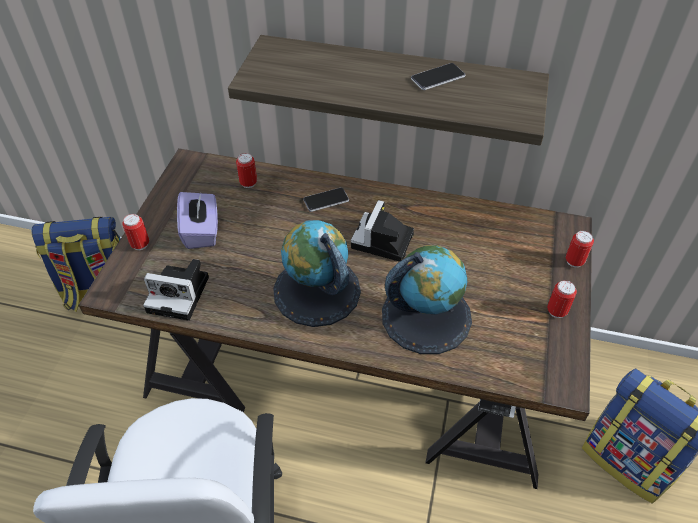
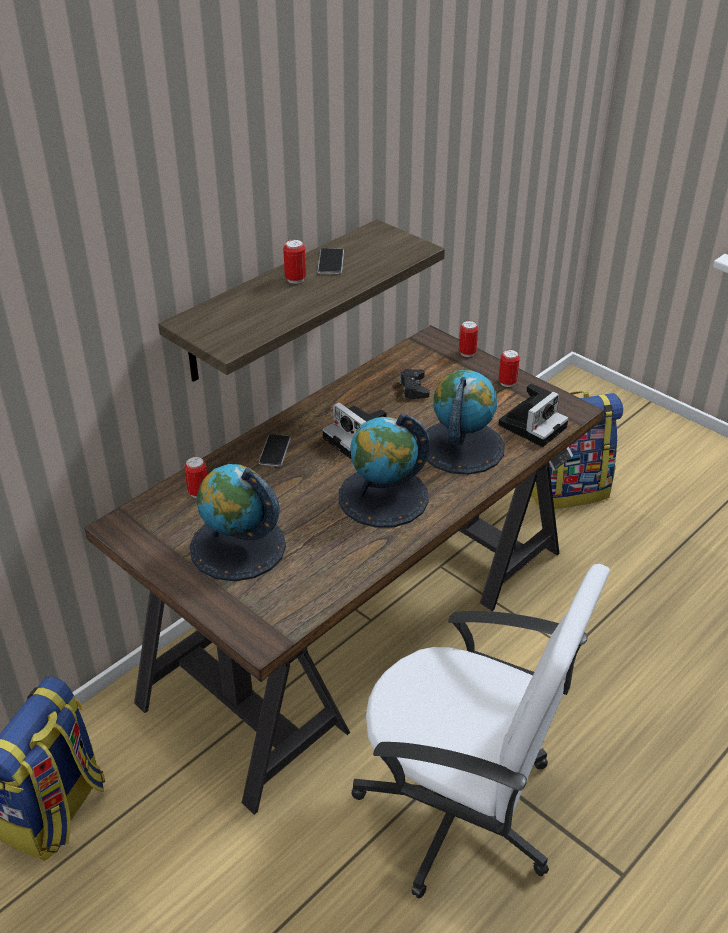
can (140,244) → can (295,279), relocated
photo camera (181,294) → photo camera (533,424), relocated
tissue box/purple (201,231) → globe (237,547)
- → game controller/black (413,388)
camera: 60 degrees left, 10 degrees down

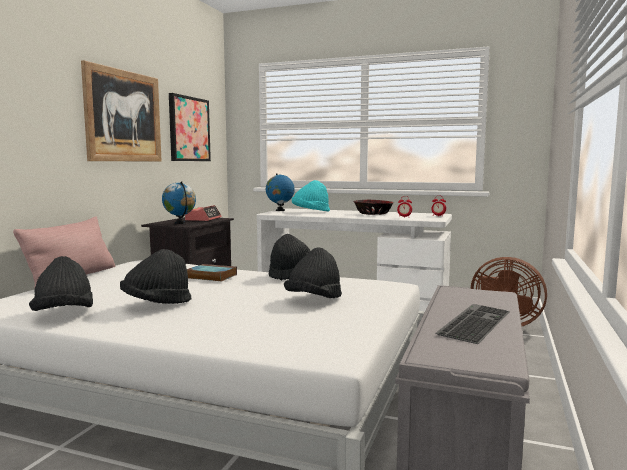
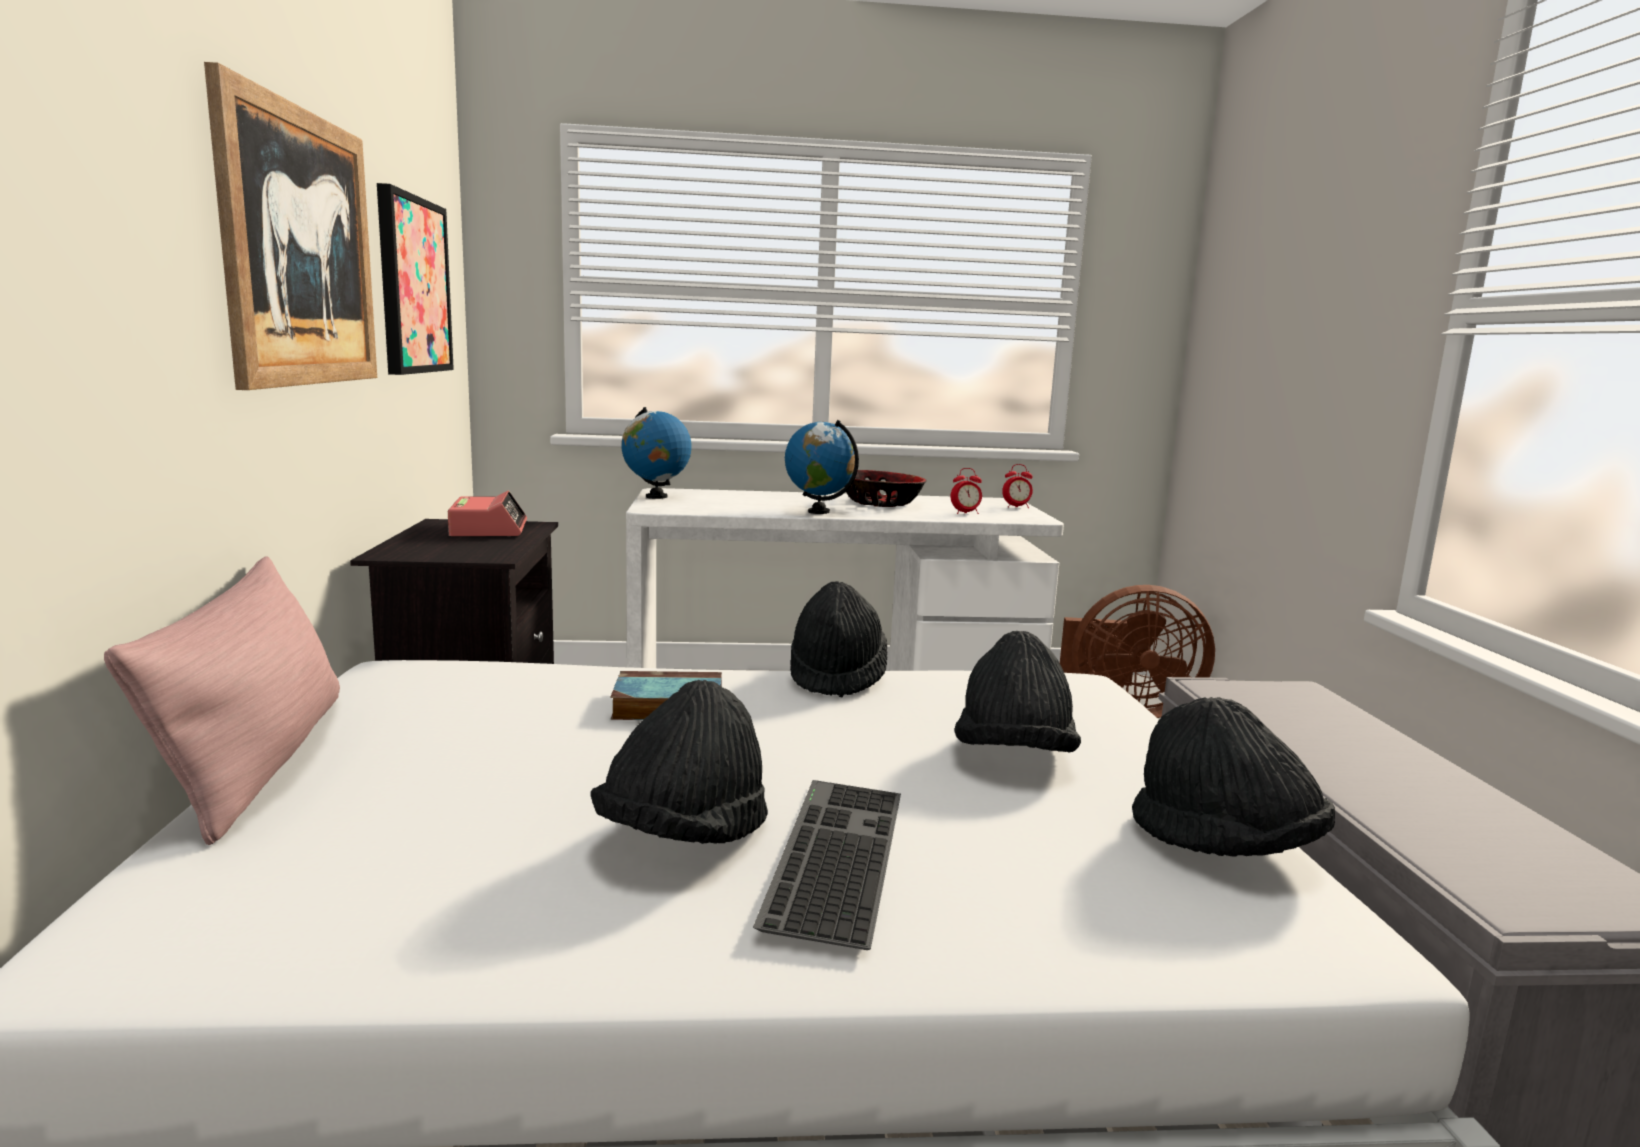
hat/black (64,314) → hat/black (1224,846), relocated
globe (180,223) → globe (819,512), relocated
hat/turquoise (310,212) → -
keyboard (473,322) → keyboard (831,852), relocated
camera: 25 degrees left, 5 degrees up

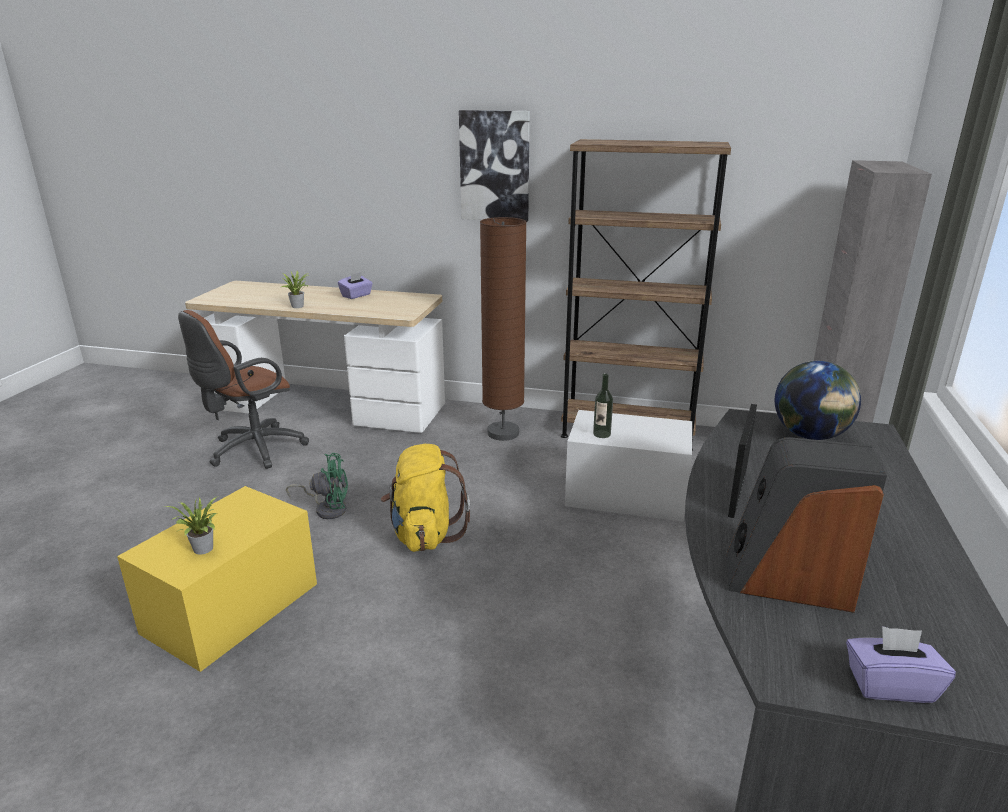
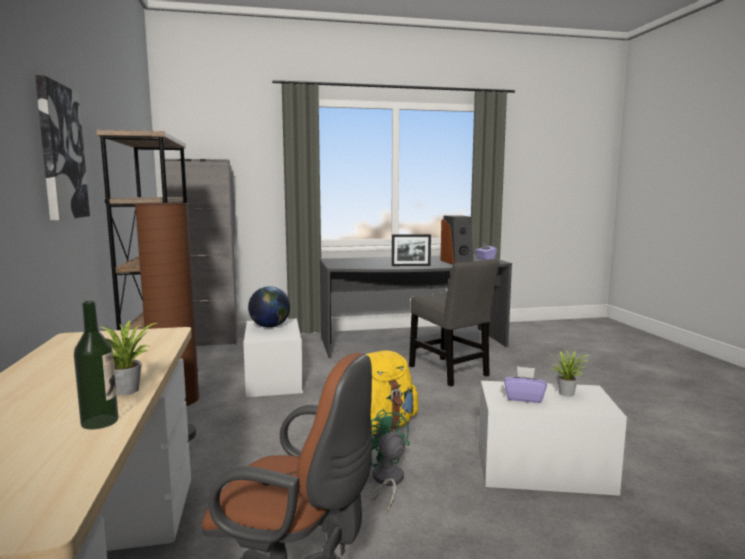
storage box/yellow (232,607) → storage box/white (542,469)
tissue box/purple (356,295) → tissue box/purple (524,398), relocated
bottle (601,434) → bottle (100,422), relocated
globe (810,435) → globe (270,326), relocated
- → chair/grey (450,372)
camera: 115 degrees left, 15 degrees down

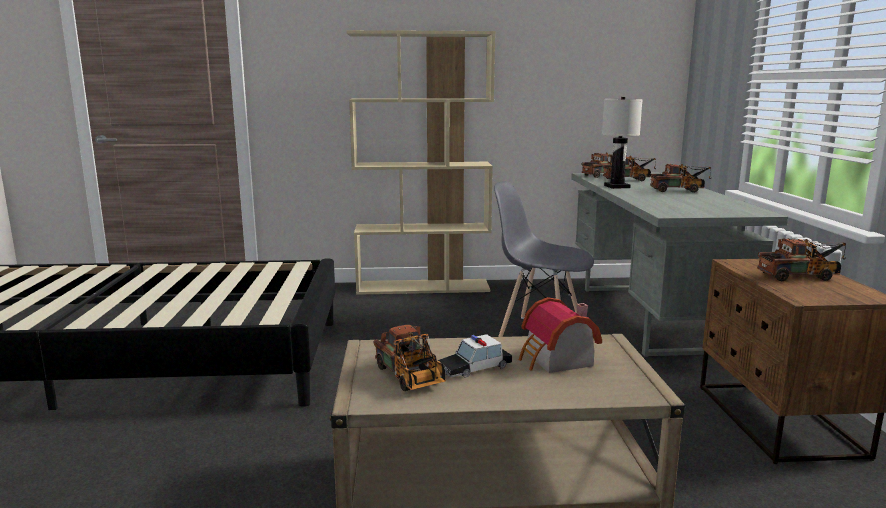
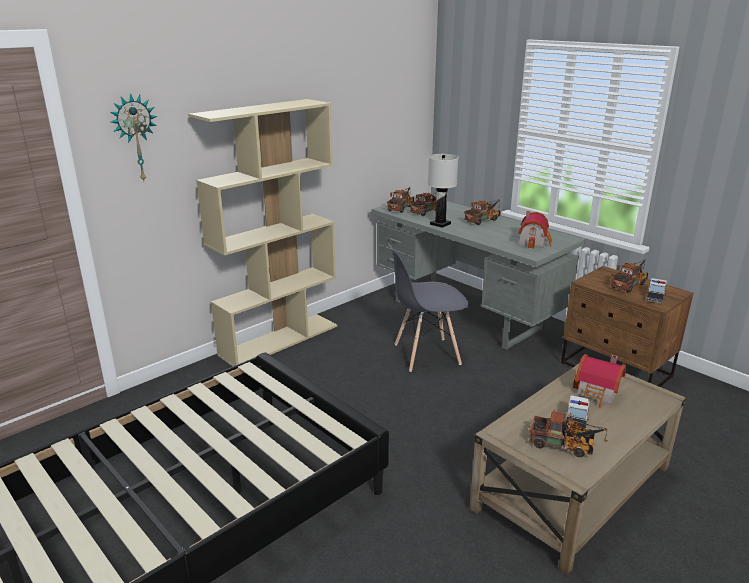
- → wall clock (135,138)
- → toy house (534,242)
- → toy car (655,296)
camera: 40 degrees left, 10 degrees up

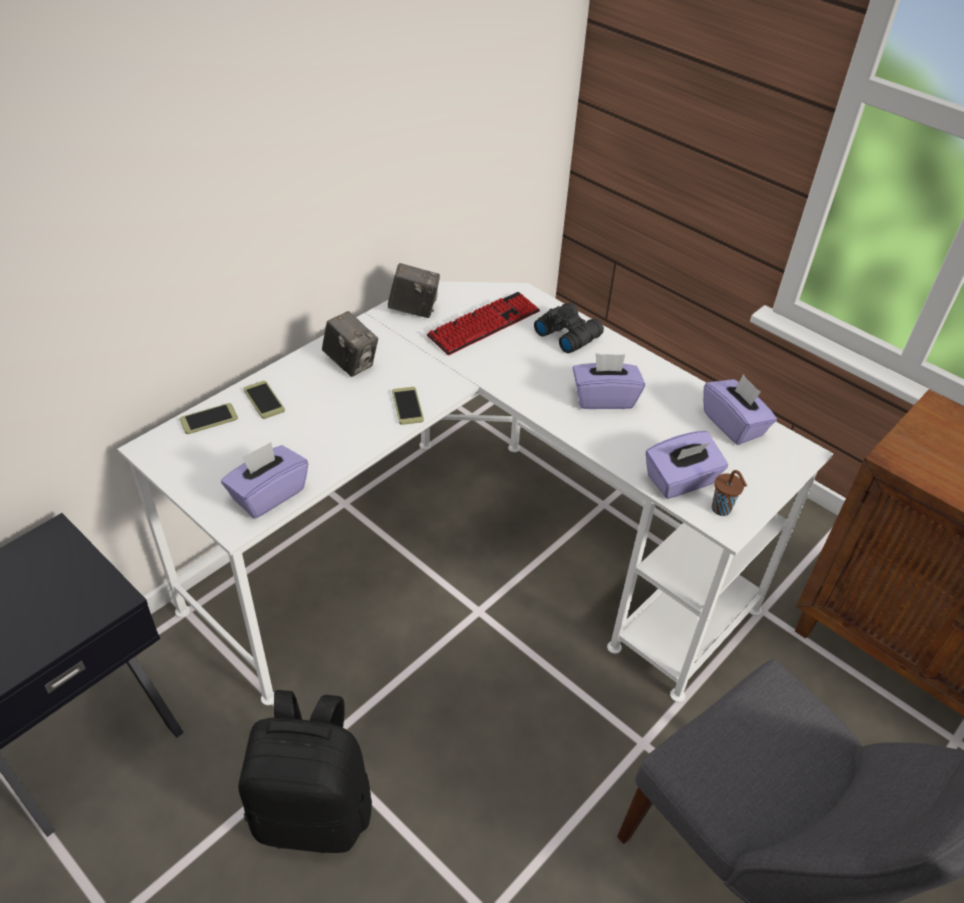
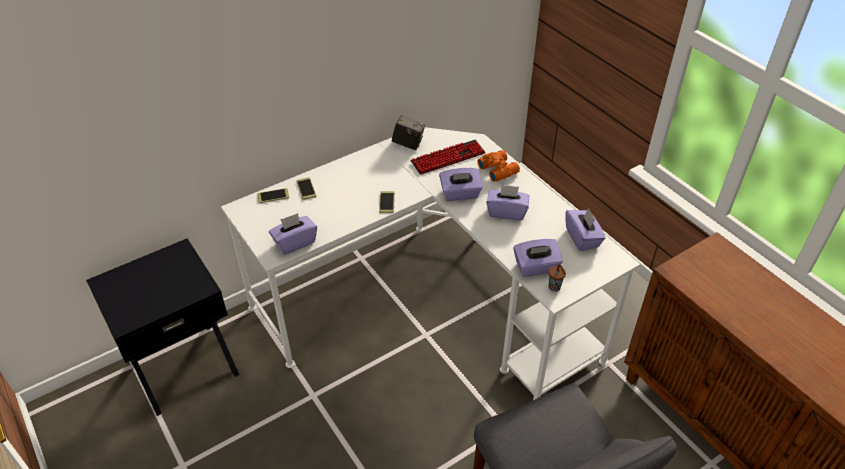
backpack/black (314,811) → -
photo camera (351,363) → -
binoculars/black (567,334) → binoculars/orange (498,169)
- → tissue box/purple (460,194)
camera: 15 degrees right, 0 degrees up

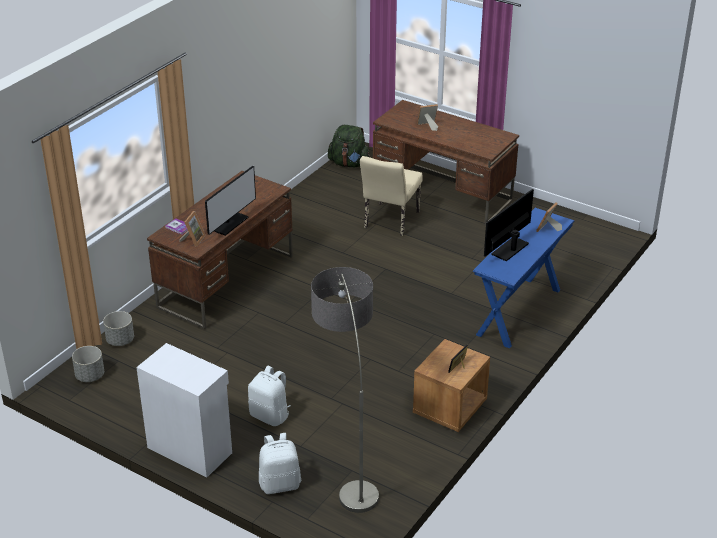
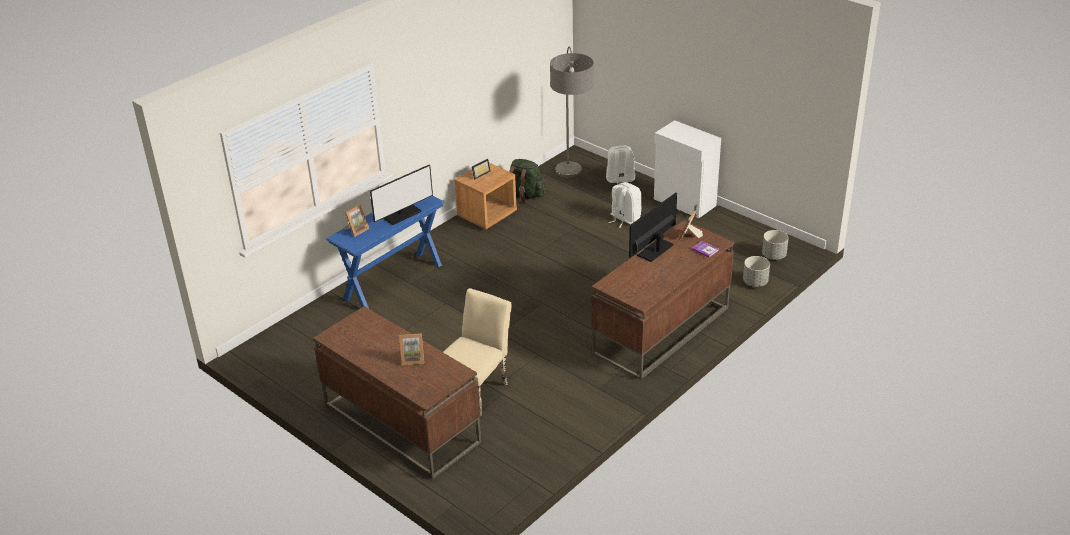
backpack/green (349,164) → backpack/green (525,195), relocated
camera: 170 degrees left, 0 degrees up

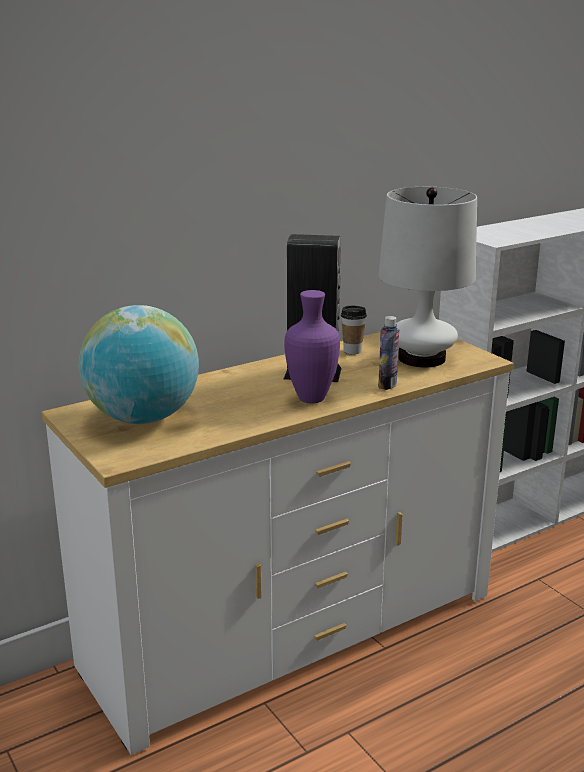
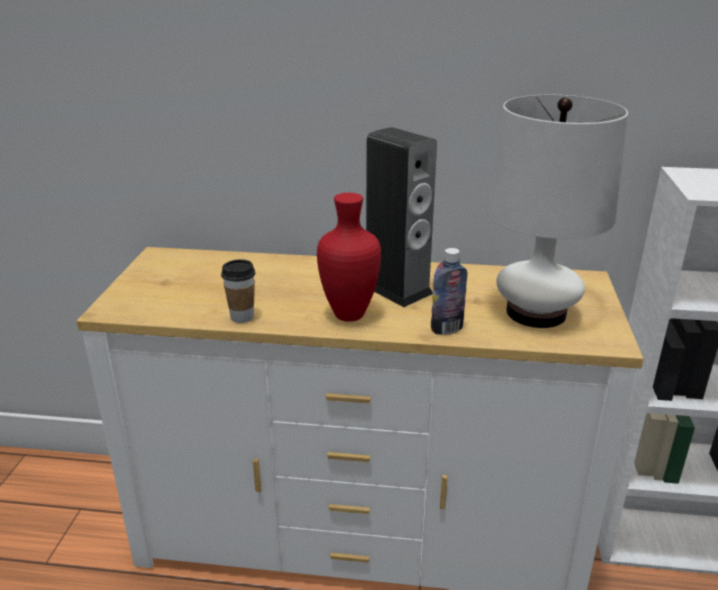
globe (143,418) → -
vase/purple (309,399) → vase/red (347,314)
cup (352,351) → cup (242,317), relocated
camera: 40 degrees right, 5 degrees up

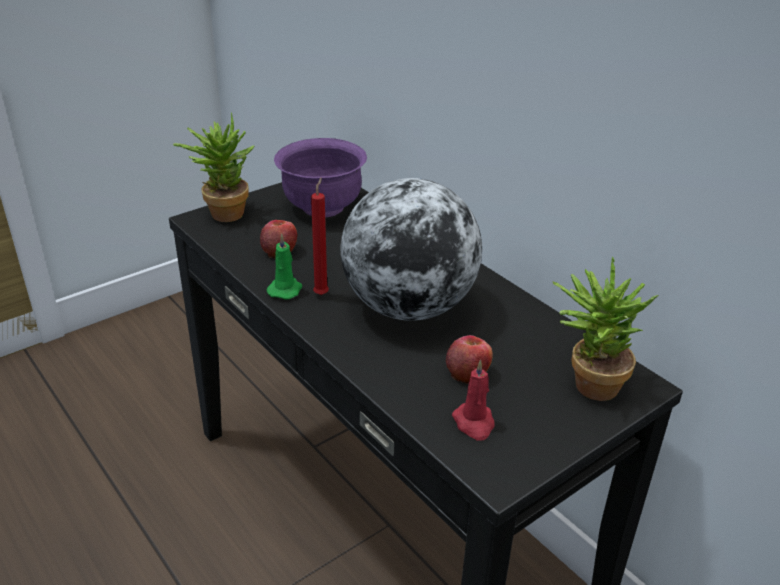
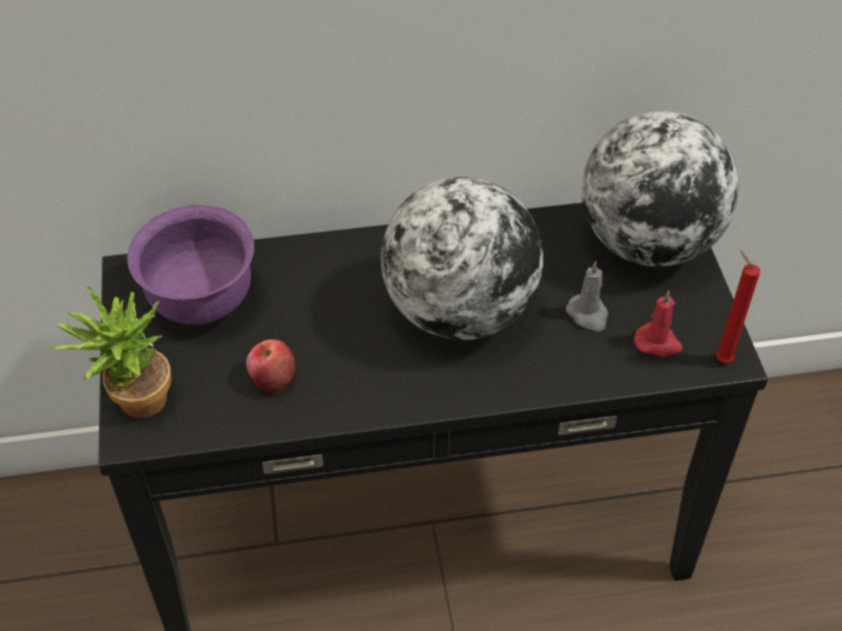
candle/green (285,289) → -
candle/red (322,293) → candle/red (721,358), relocated
apple (467,373) → candle/grey (588,315)
potted plant (587,383) → globe (647,243)
camera: 60 degrees left, 15 degrees up

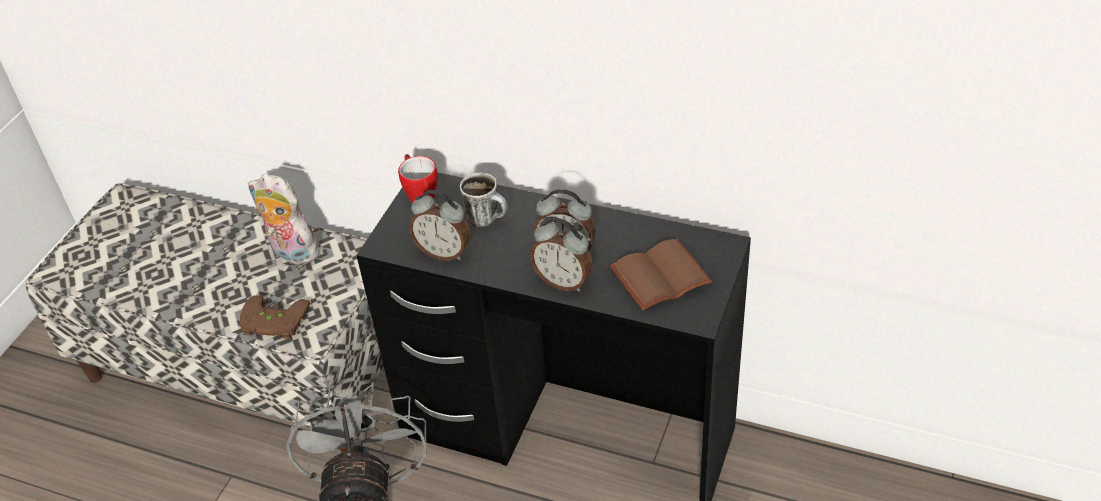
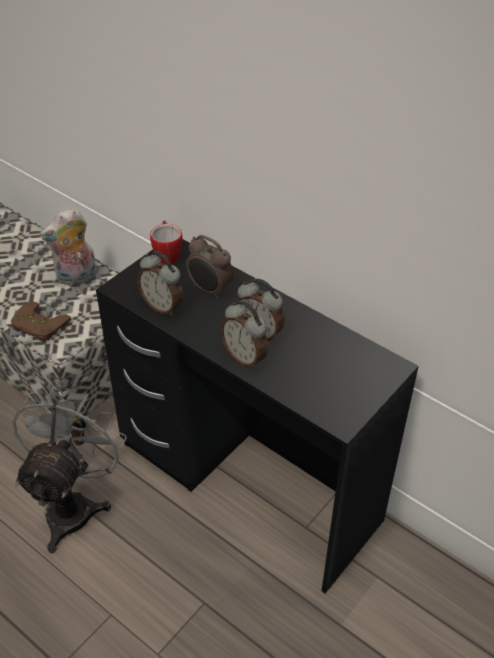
plush toy (291,253) → plush toy (76,277), 75 degrees counterclockwise
mug (488,219) → alarm clock (209,290)
book/brown (660,278) → -
camera: 15 degrees right, 0 degrees up

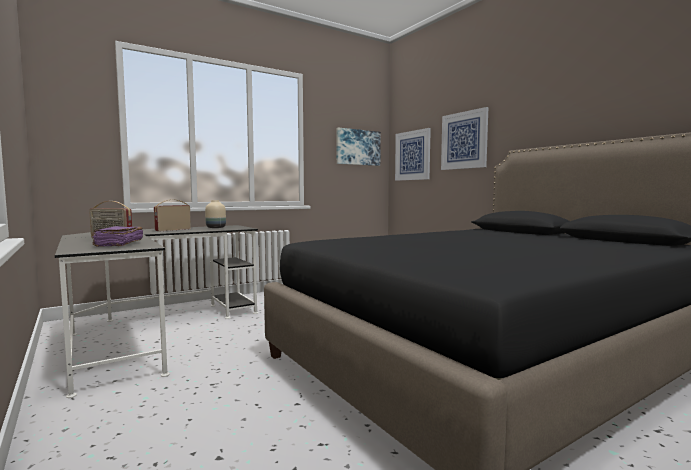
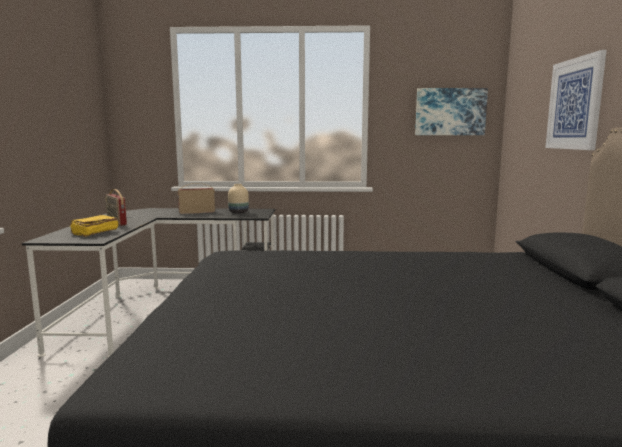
book/purple (118,244) → book/yellow (94,232)
picture (412,155) → -
camera: 35 degrees right, 5 degrees up

